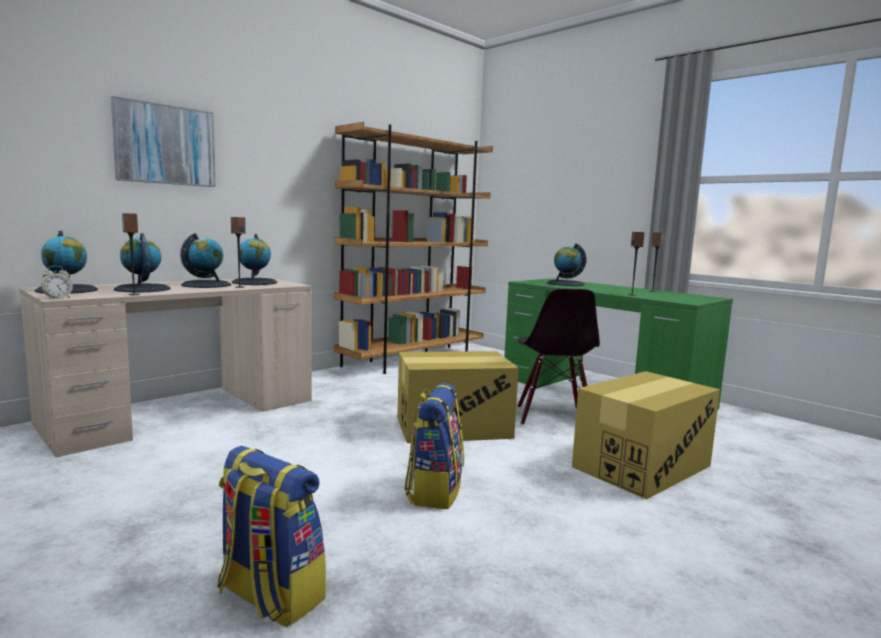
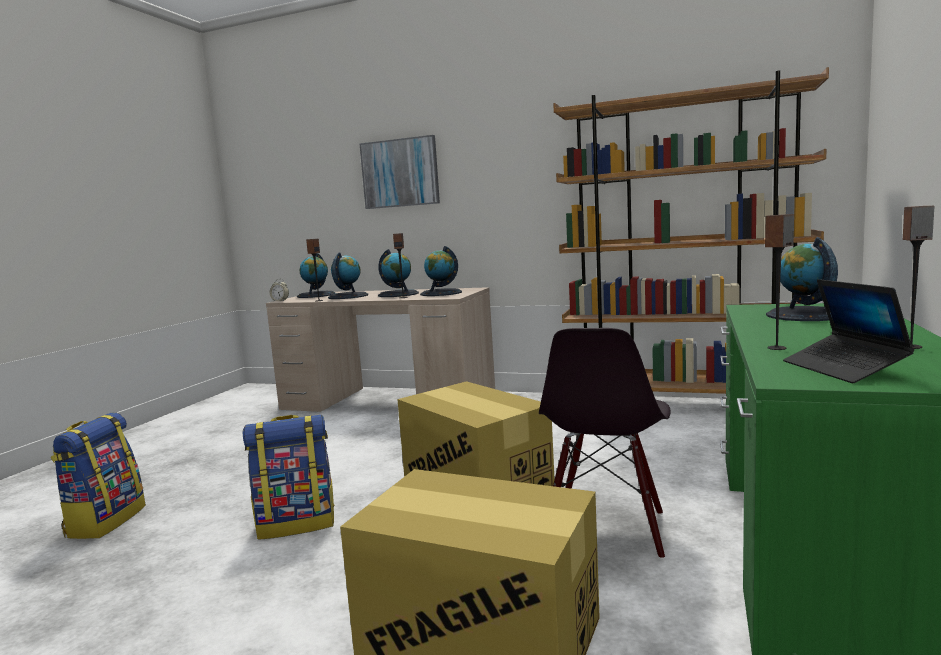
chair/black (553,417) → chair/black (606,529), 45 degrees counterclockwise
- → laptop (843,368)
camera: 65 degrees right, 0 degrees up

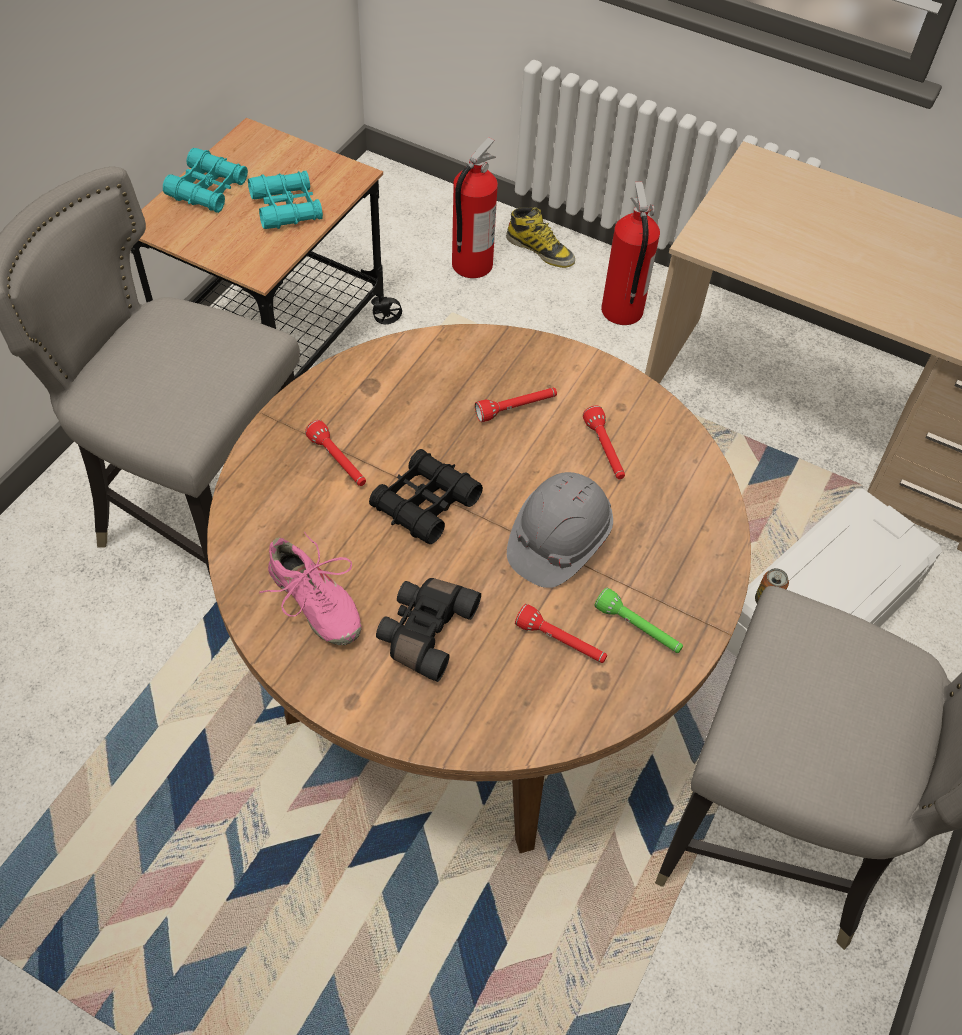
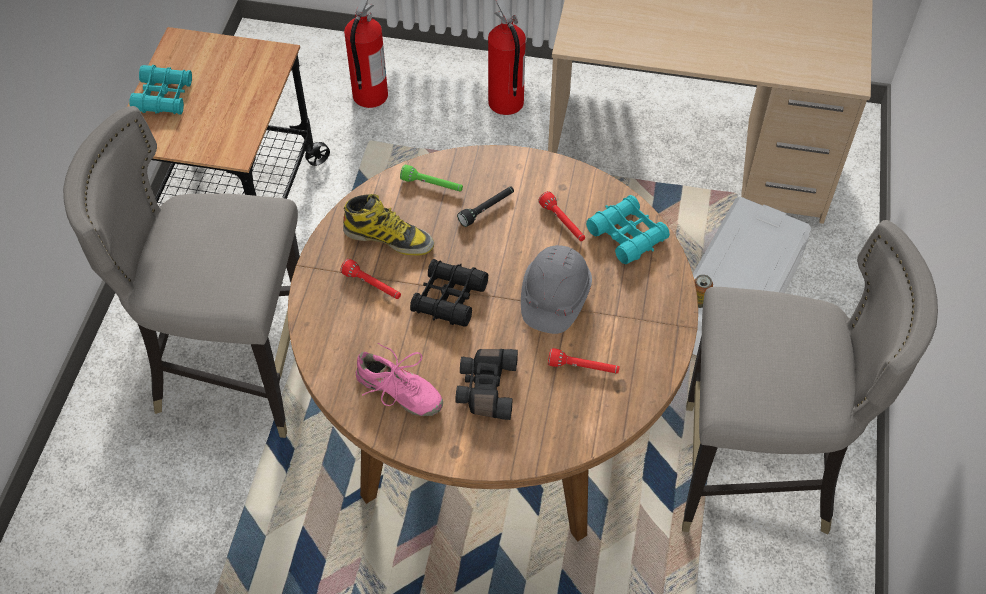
binoculars/turquoise (286,208) → binoculars/turquoise (627,235), relocated
flashlight/red (516,408) → flashlight/black (487,209)
boot (540,250) → boot (389,238), relocated
flashlight/green (638,628) → flashlight/green (432,185), relocated
camera: 15 degrees left, 0 degrees up

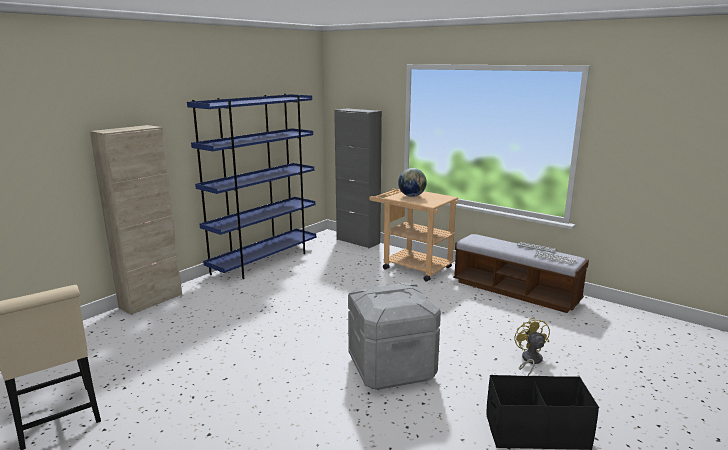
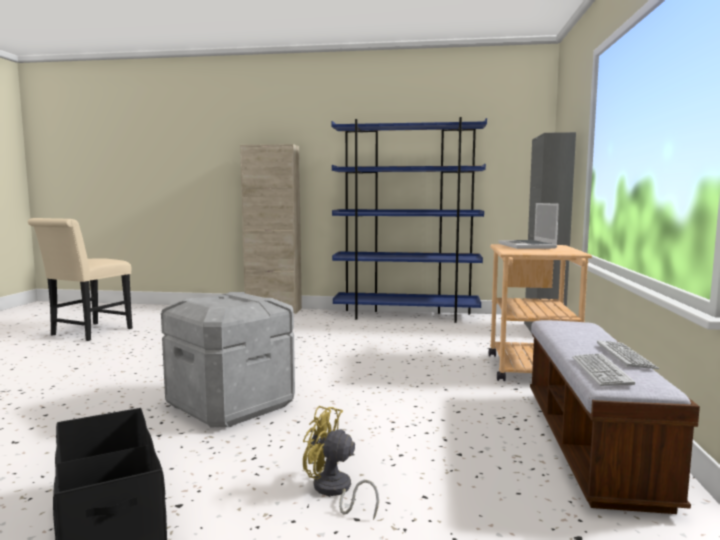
globe (412,196) → laptop (528,246)
fan/yellow (530,360) → fan/yellow (334,491), 120 degrees counterclockwise
camera: 60 degrees right, 10 degrees down

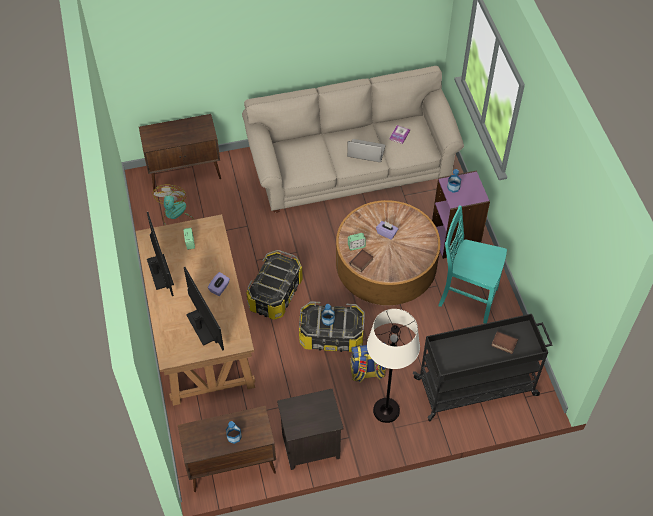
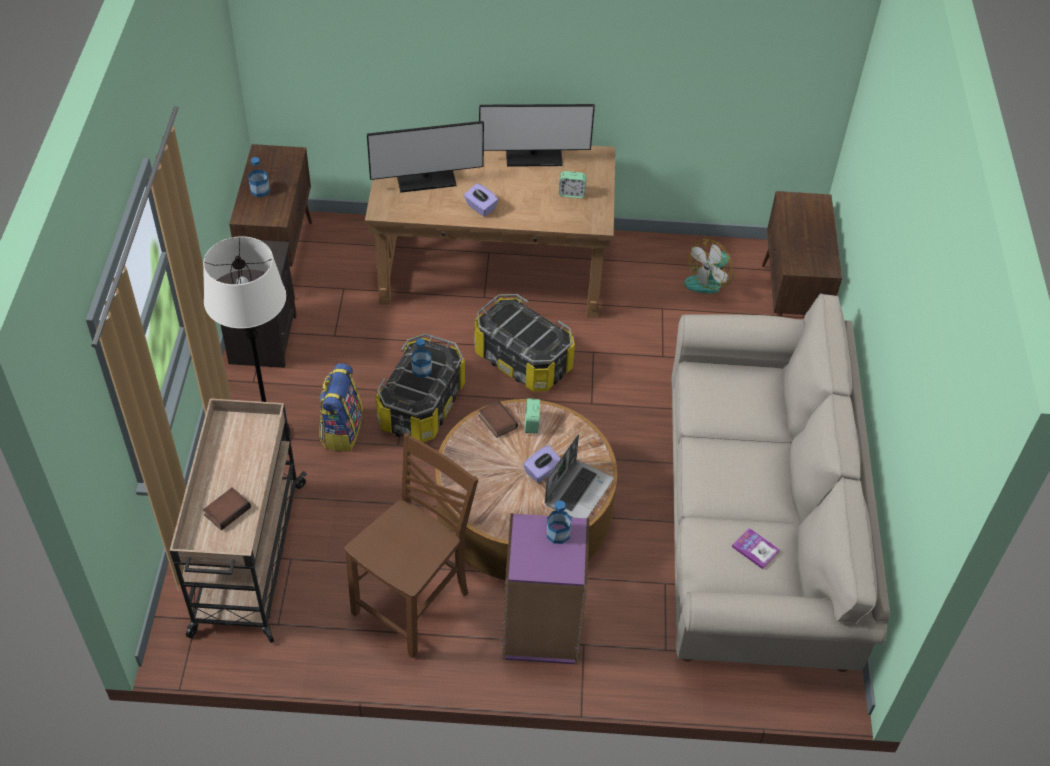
fan (175,215) → fan (709,280), 120 degrees clockwise
laptop (365,152) → laptop (578,491), relocated
cart/black (477,386) → cart/beige (248,559)
chair/turquoise (466,297) → chair/brown (414,604)
camera: 105 degrees right, 5 degrees down

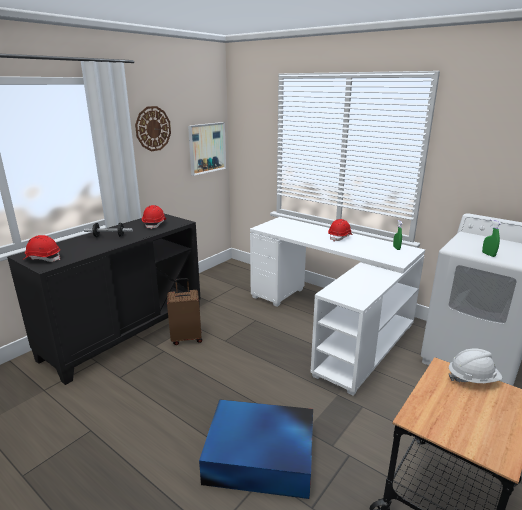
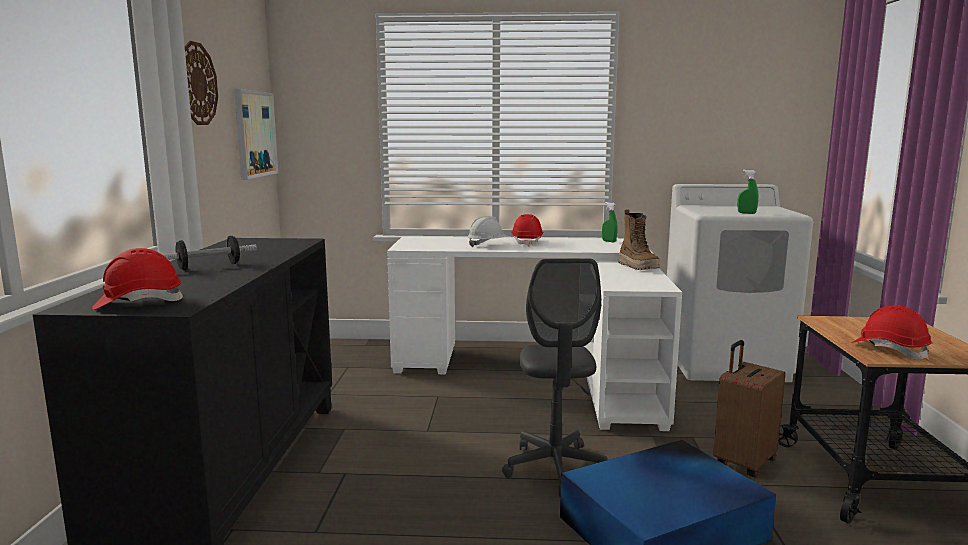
hard hat/red (155,224) → hard hat/red (889,350), relocated
suitcase/brown (186,338) → suitcase/brown (743,462), relocated
hard hat/white (472,379) → hard hat/white (487,245), relocated
- → office chair/grey (555,468)
- → boot (638,267)
camera: 35 degrees left, 10 degrees down

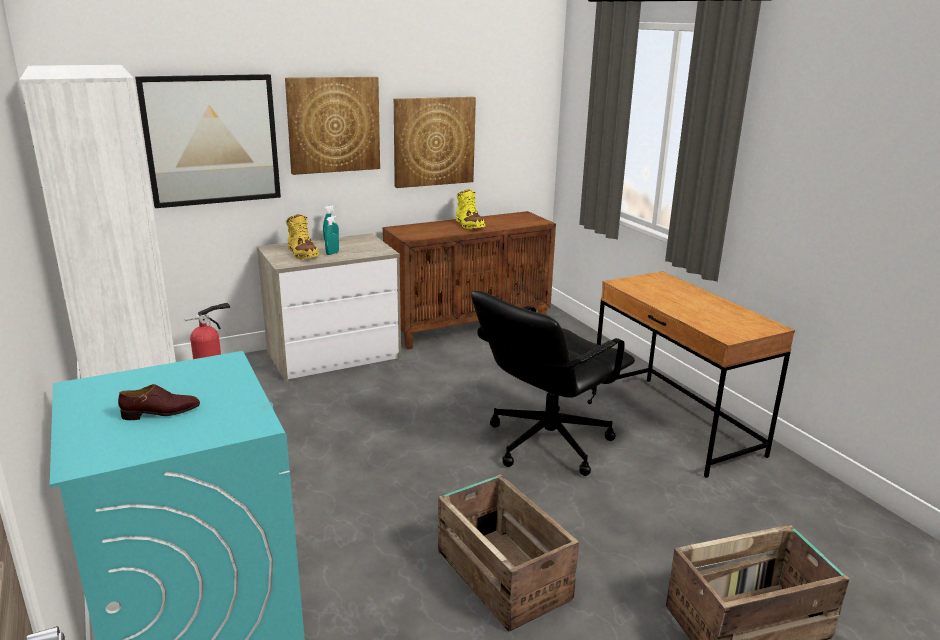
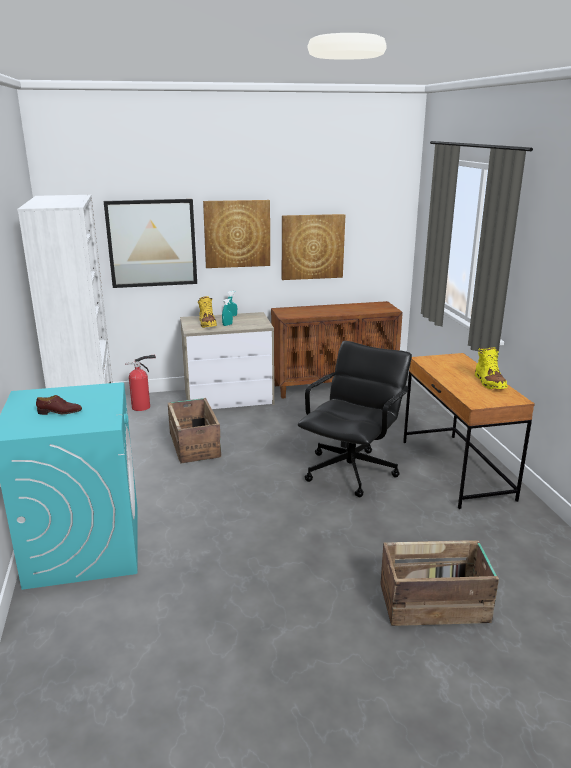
crate (502,574) → crate (195,445), relocated
boot/yellow (469,225) → boot/yellow (489,382), relocated
office chair/black (547,442) → office chair/black (351,471), 150 degrees clockwise
camera: 15 degrees right, 0 degrees up

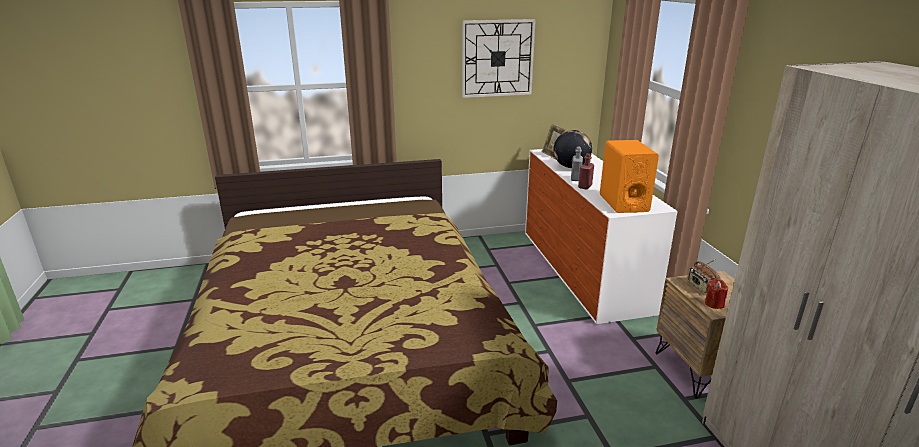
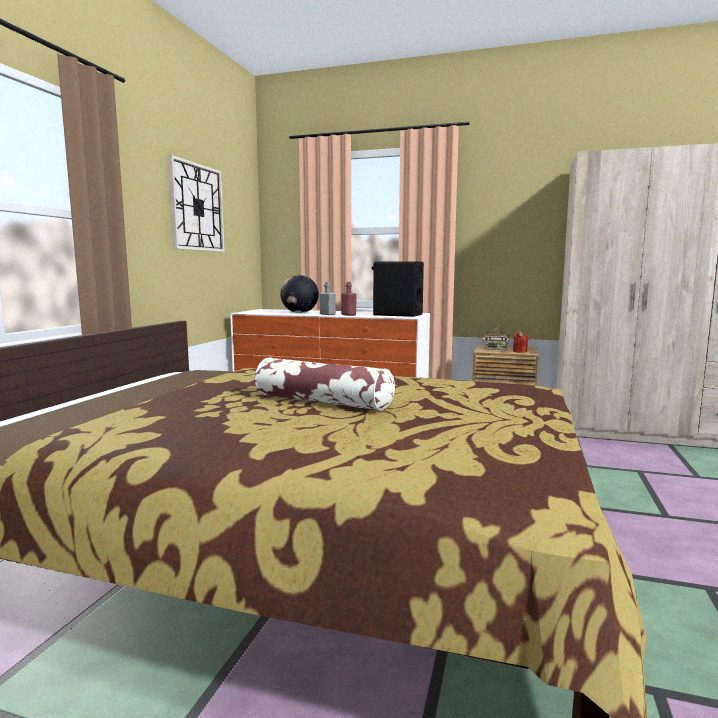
picture frame (552,155) → -
speaker/orange (623,203) → speaker/black (397,315)
- → pillow (322,401)
camera: 60 degrees left, 15 degrees down

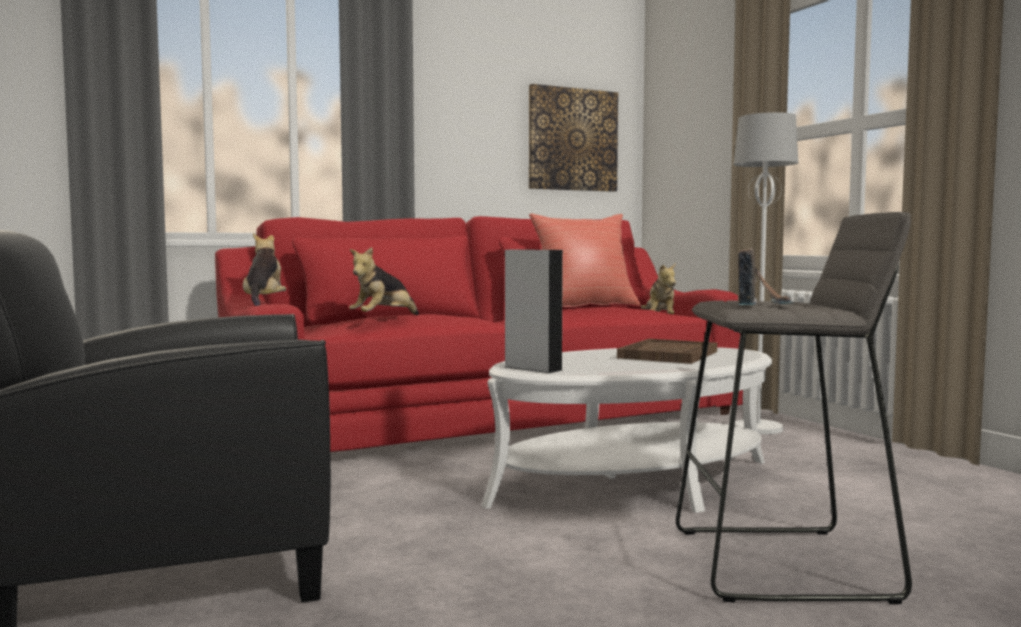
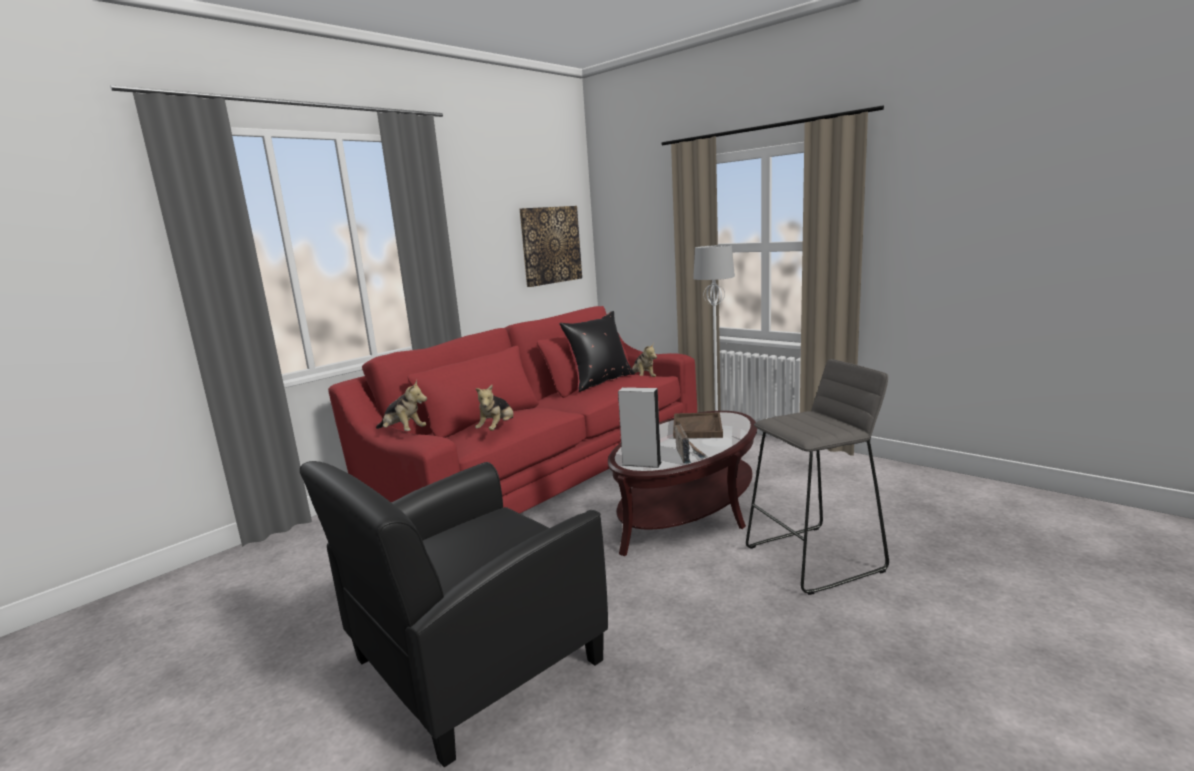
plush toy (264,303) → plush toy (403,432), 150 degrees clockwise
coffee table/white (634,482) → coffee table/brown (688,510)
pillow/red (584,307) → pillow/black (600,381)
radio (760,305) → radio (689,455), relocated
camera: 20 degrees left, 10 degrees up

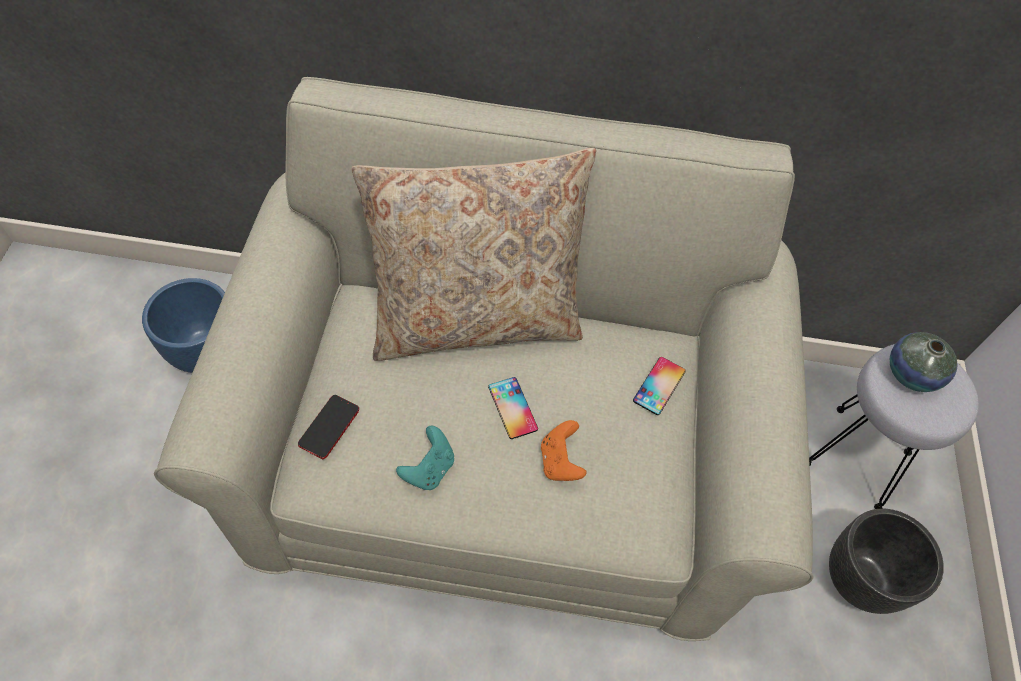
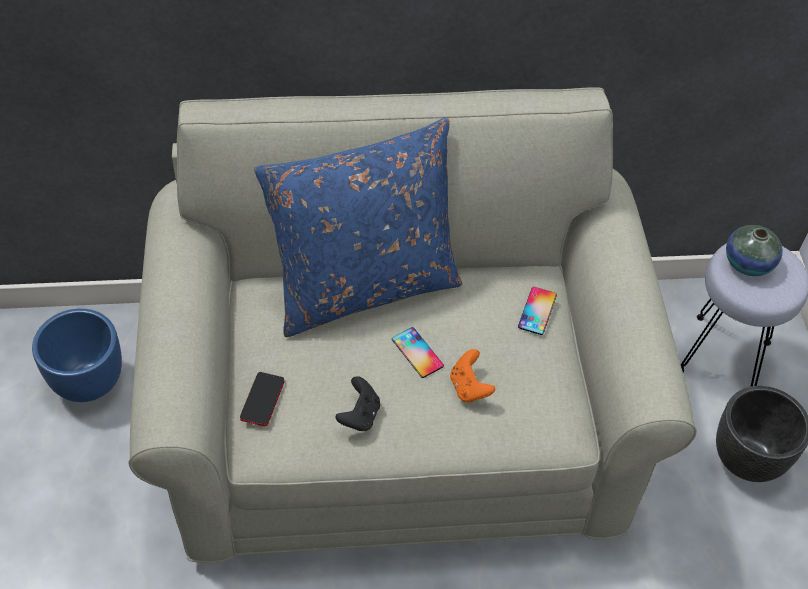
pillow/beige (475,319) → pillow/blue (364,286)
game controller/turquoise (429,469) → game controller/black (359,415)
camera: 10 degrees left, 5 degrees down

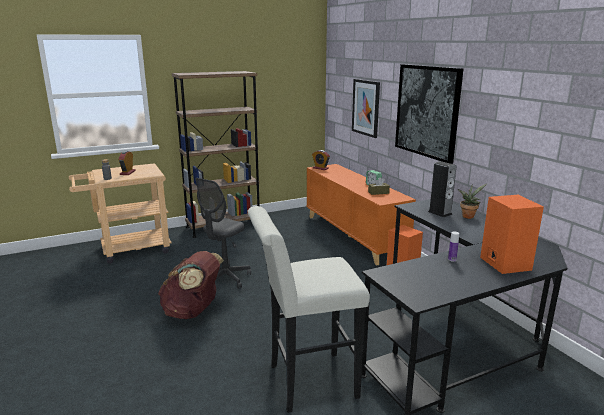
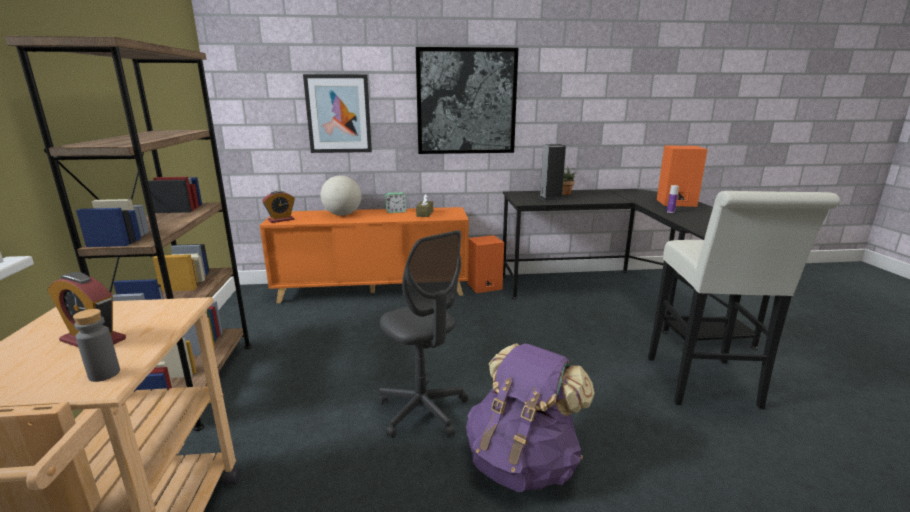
backpack/brown (193,312) → backpack/purple (522,462)
- → globe (342,214)
camera: 70 degrees left, 0 degrees up

